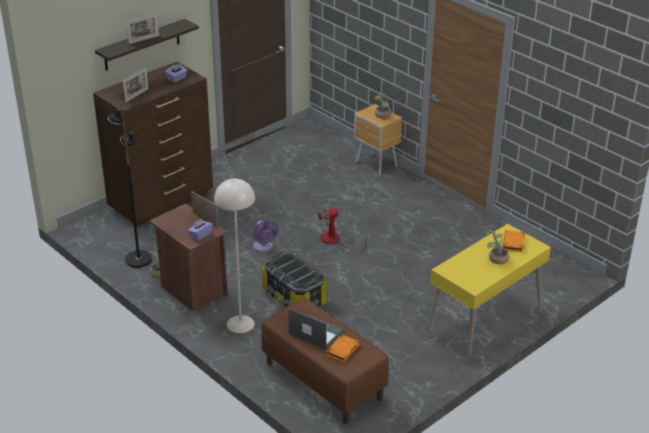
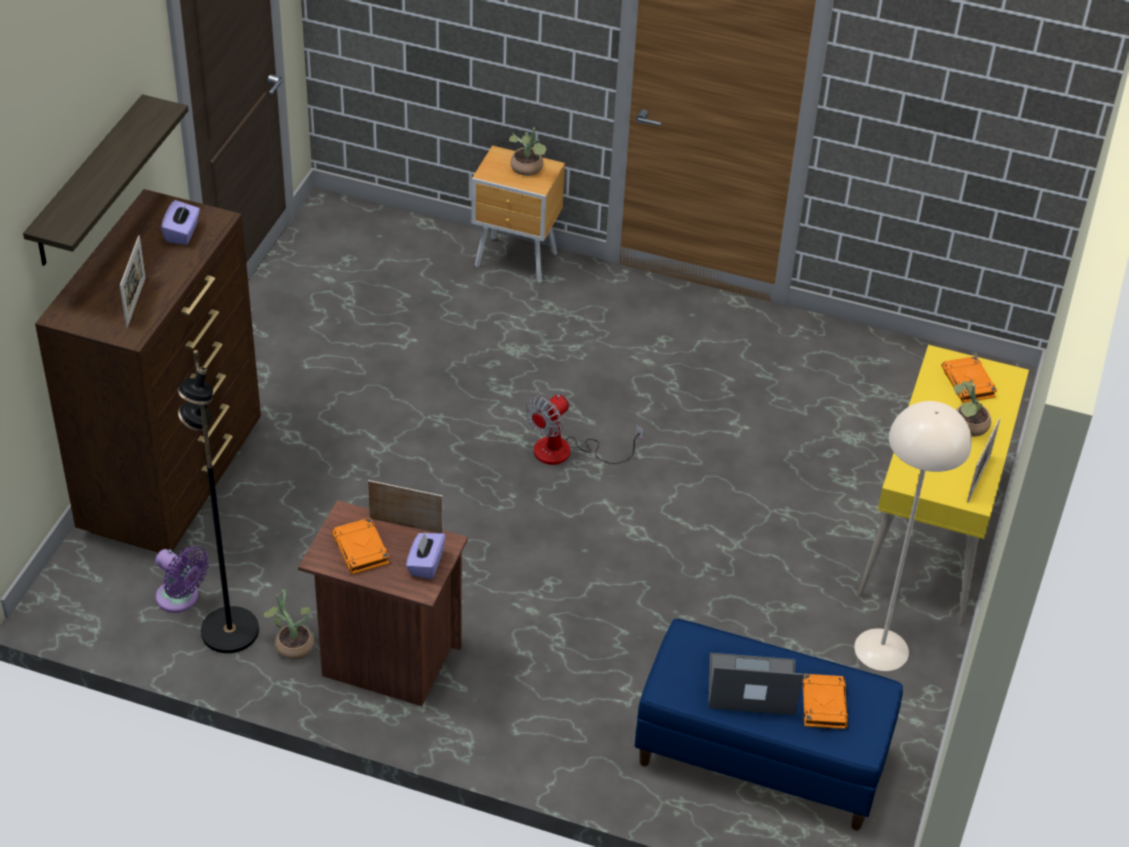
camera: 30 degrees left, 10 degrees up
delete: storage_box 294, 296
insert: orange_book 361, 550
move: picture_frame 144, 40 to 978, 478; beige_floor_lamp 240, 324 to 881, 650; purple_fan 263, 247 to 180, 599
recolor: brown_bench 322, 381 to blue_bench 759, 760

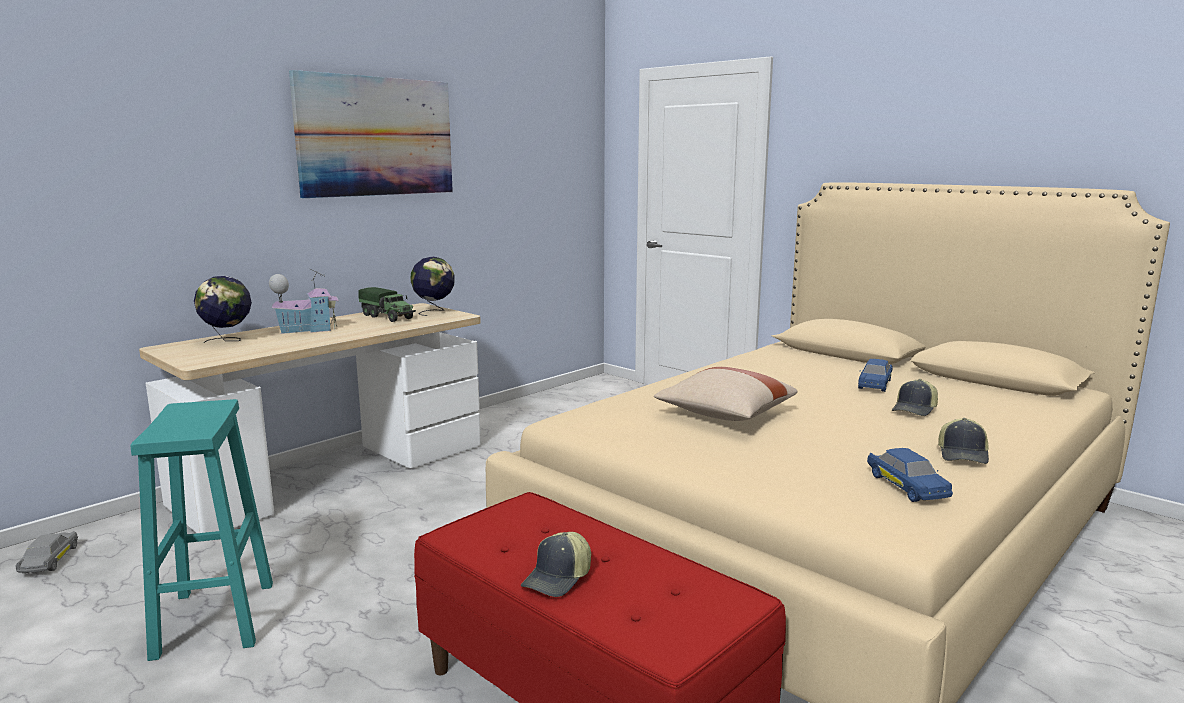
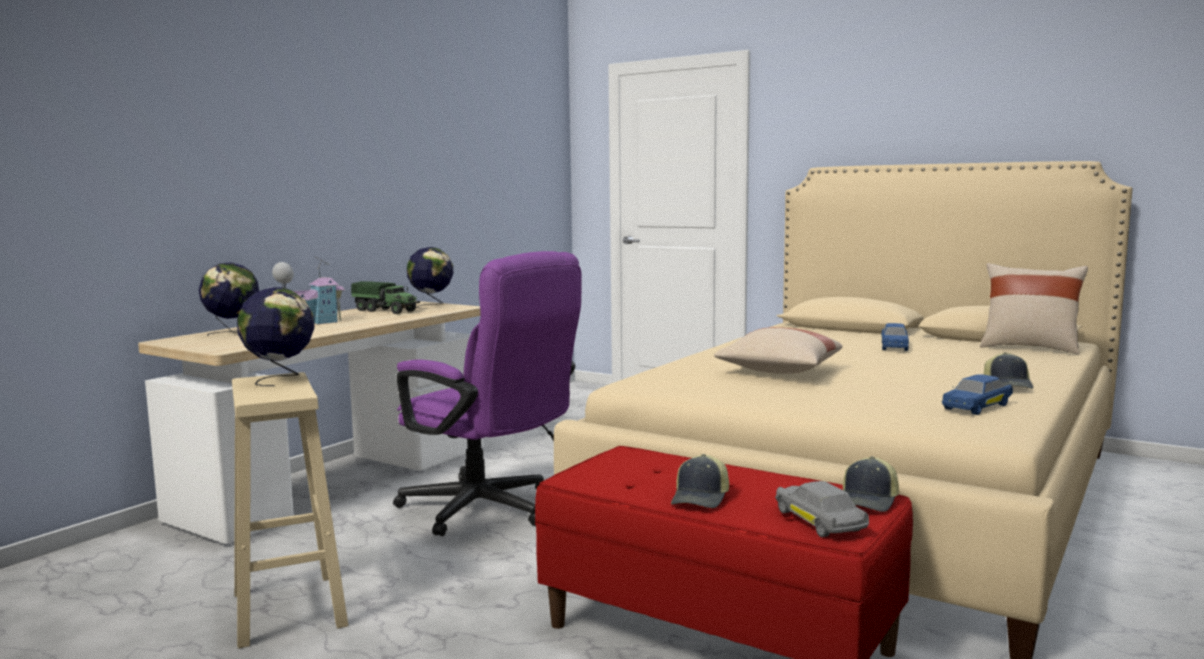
camera: 10 degrees left, 5 degrees down
delete: picture 376, 136
insert: globe 280, 379; purple_office_chair 489, 511; beige_pillow 1029, 348
move: grey_toy_car 50, 560 to 819, 522; cap 915, 410 to 869, 502
recolor: turquoise_stool 215, 618 to beige_stool 288, 608
rotate: blue_toy_car 907, 486 = 976, 407 75 degrees clockwise

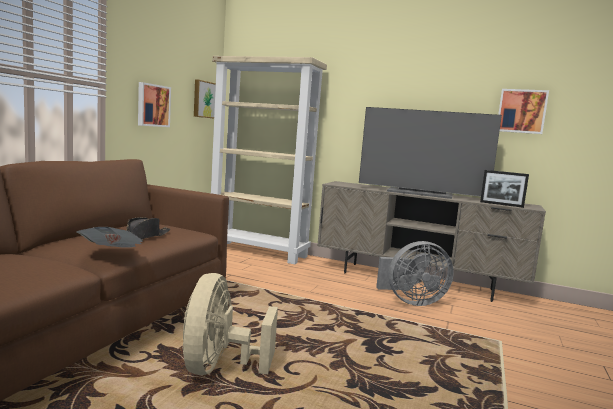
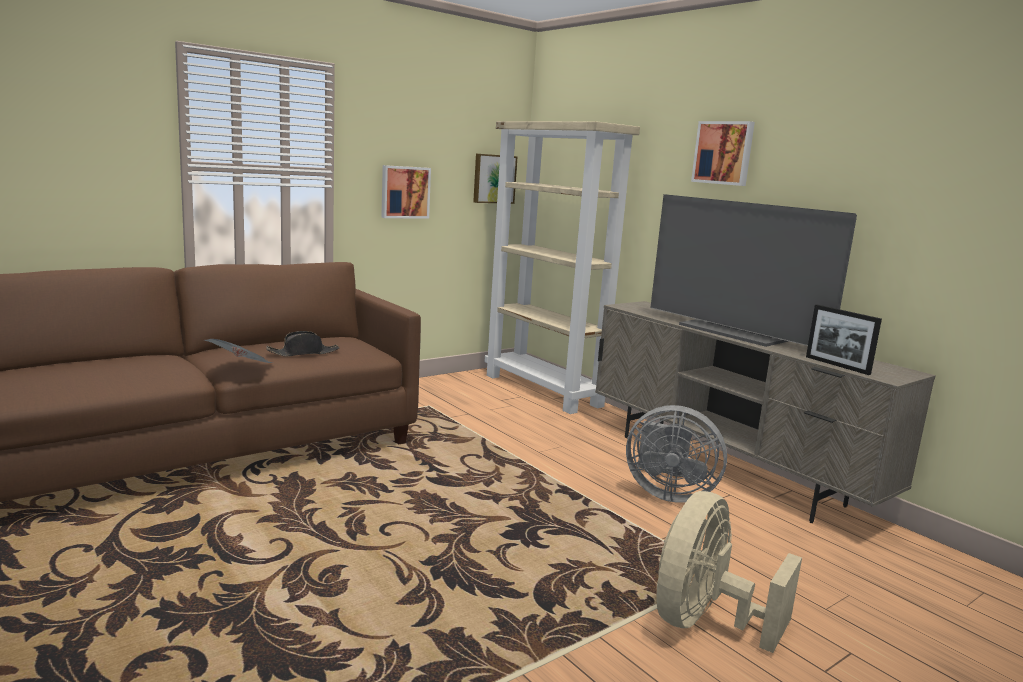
camera: 30 degrees right, 5 degrees up
move: beige_fan 219, 368 to 705, 622; picture 521, 111 to 724, 153

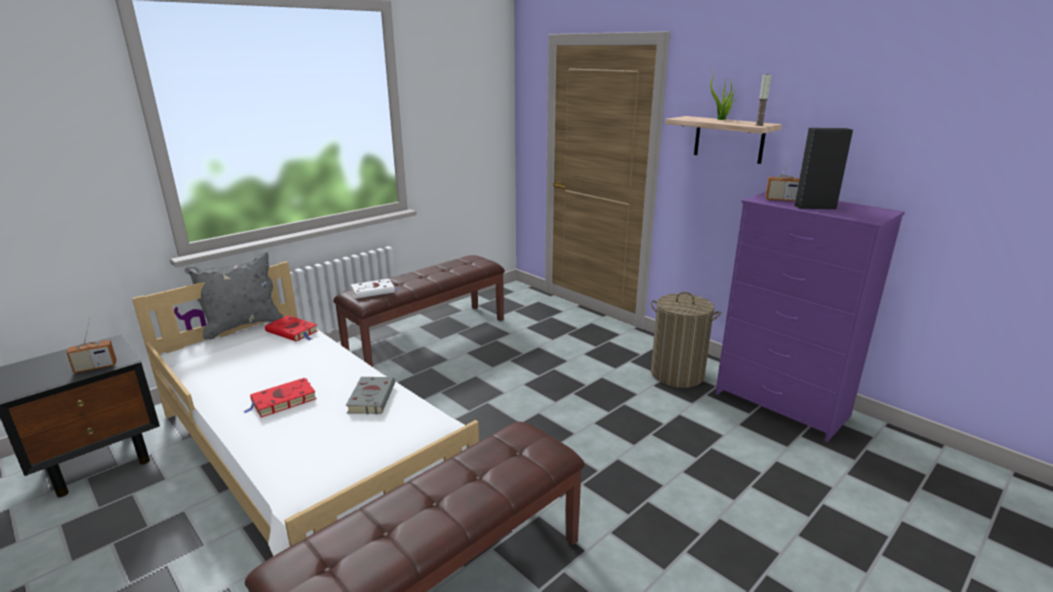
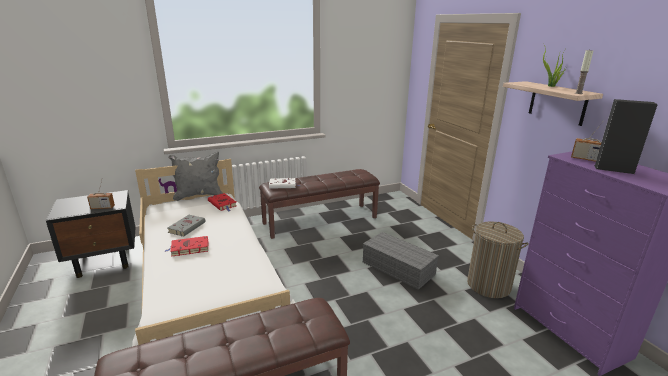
camera: 20 degrees right, 0 degrees up
insert: grey_storage_box 399, 268
move: grey_book 372, 397 to 187, 227

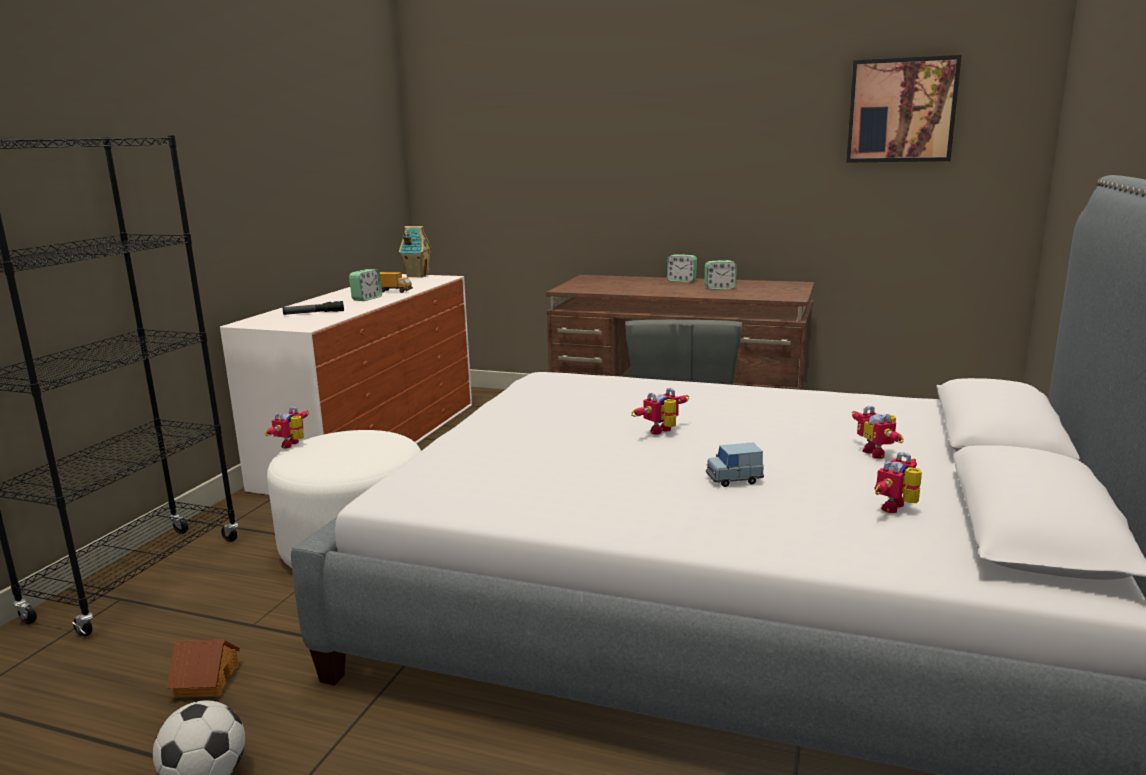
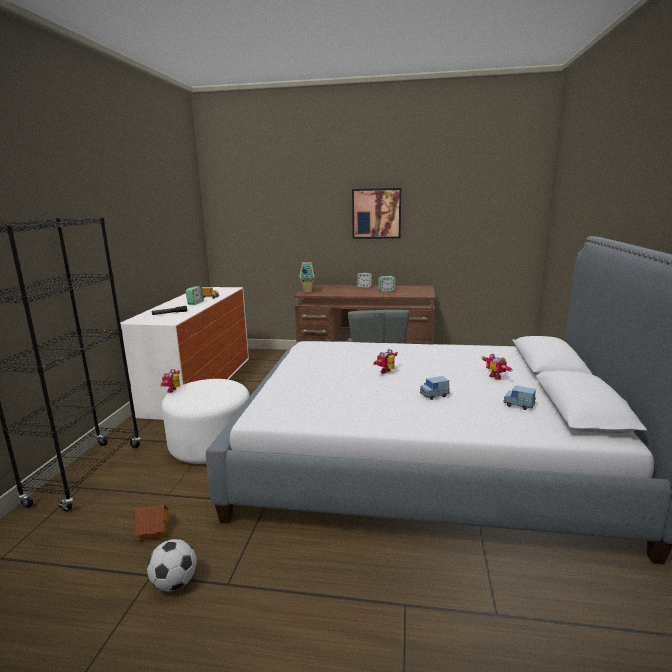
camera: 10 degrees left, 0 degrees up
move: toy_house 417, 276 to 307, 291; picture 901, 110 to 376, 213
replace: toy_robot 898, 509 to blue_toy_car 519, 405

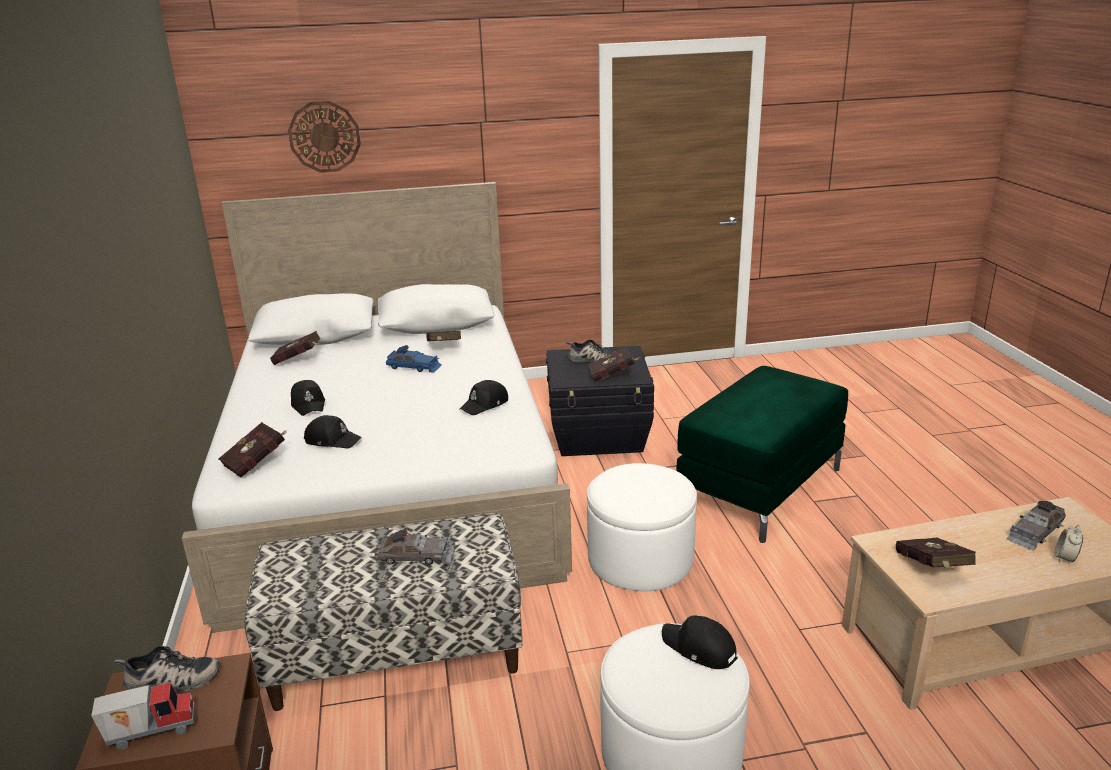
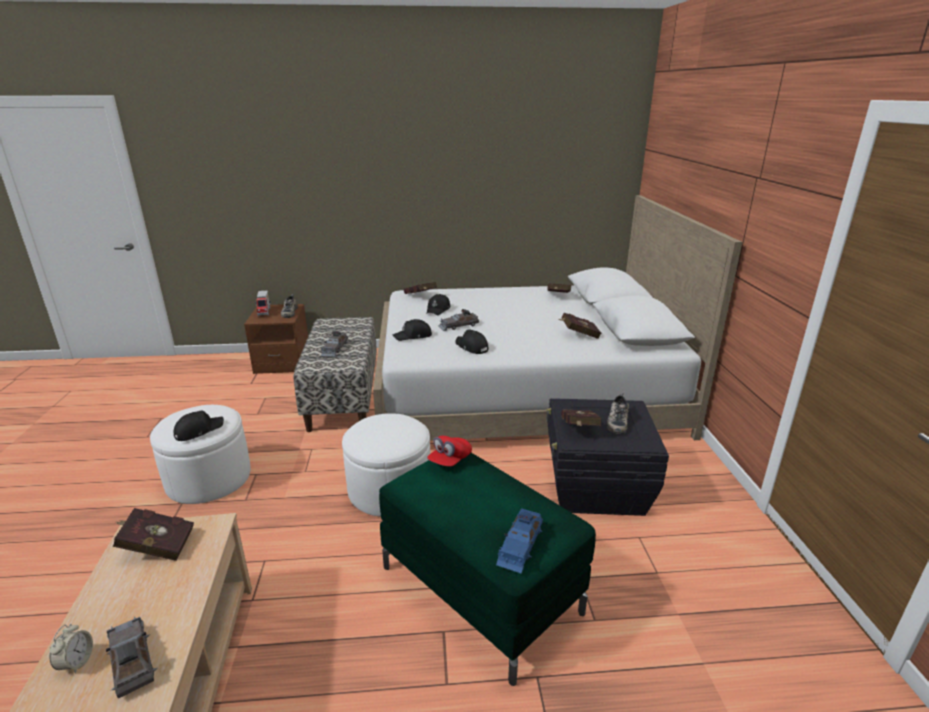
camera: 95 degrees right, 0 degrees up
delete: wall_clock 324, 136
insert: red_cap 449, 460; grey_toy_car 458, 325
move: black_cap 309, 404 to 413, 336; blue_toy_car 414, 367 to 520, 545
rotate: alarm_clock 1065, 558 = 77, 662 60 degrees clockwise

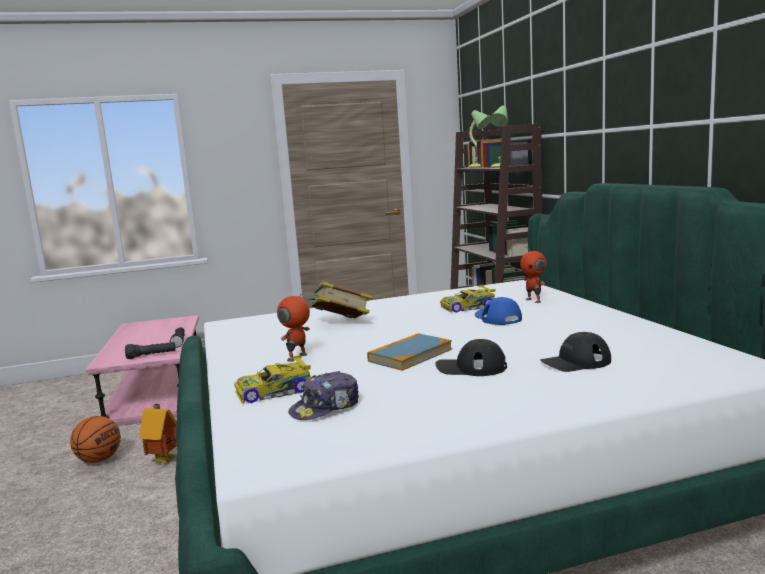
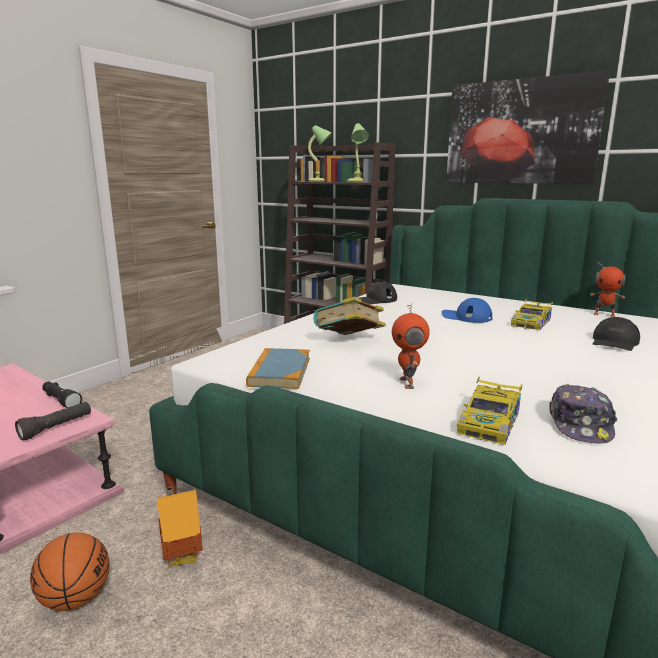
camera: 40 degrees left, 5 degrees up
insert: picture 520, 132
move: book 410, 355 to 280, 372; black_cap 471, 367 to 376, 300; toy_car 469, 307 to 531, 322; toy_robot 534, 300 to 604, 315

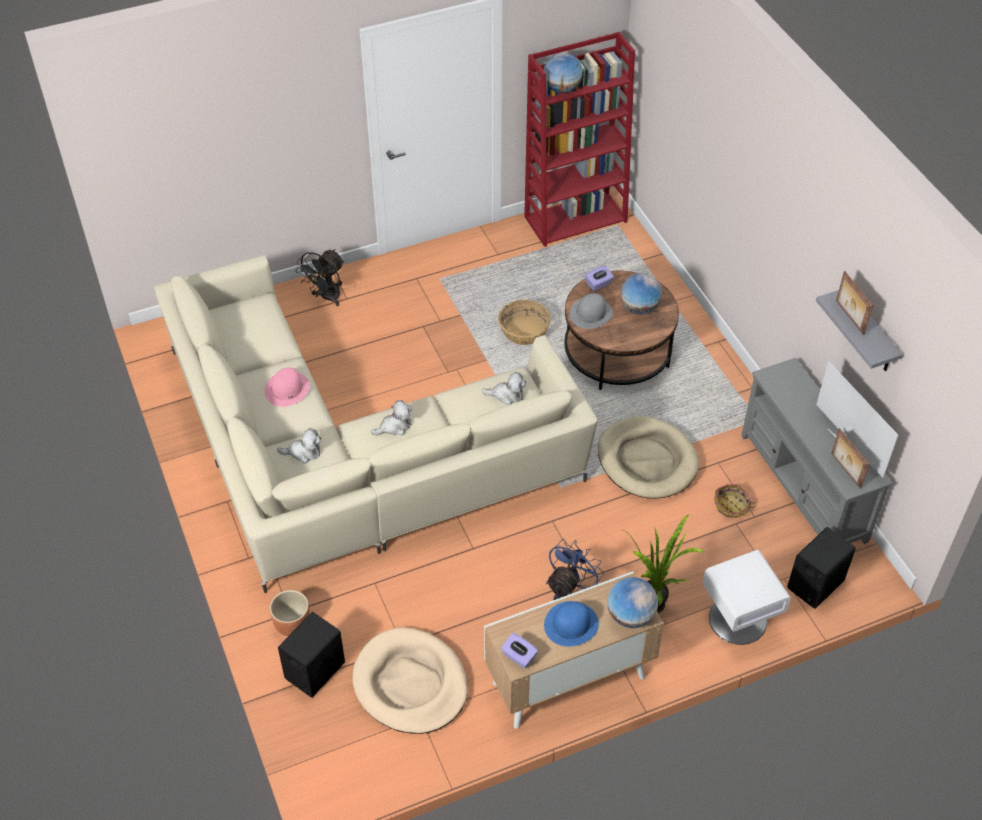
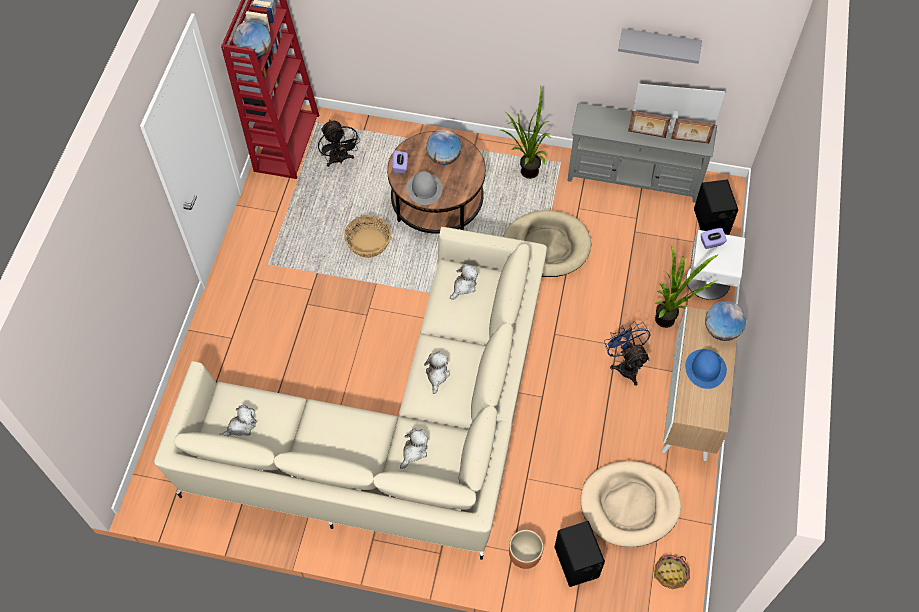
camera: 55 degrees left, 10 degrees up
delete: pink_hat 287, 389
insert: plush_toy 241, 426; potted_plant 525, 172
move: black_fan 326, 298 to 339, 160; purple_tissue_box 519, 657 to 711, 243; basket 731, 506 to 671, 574; picture_frame 849, 317 to 646, 134

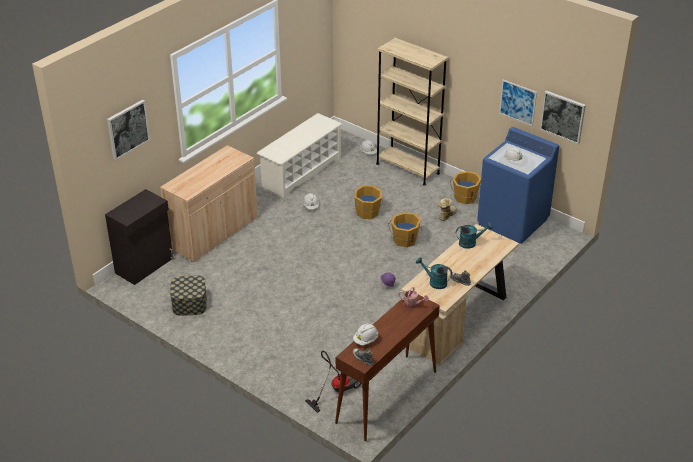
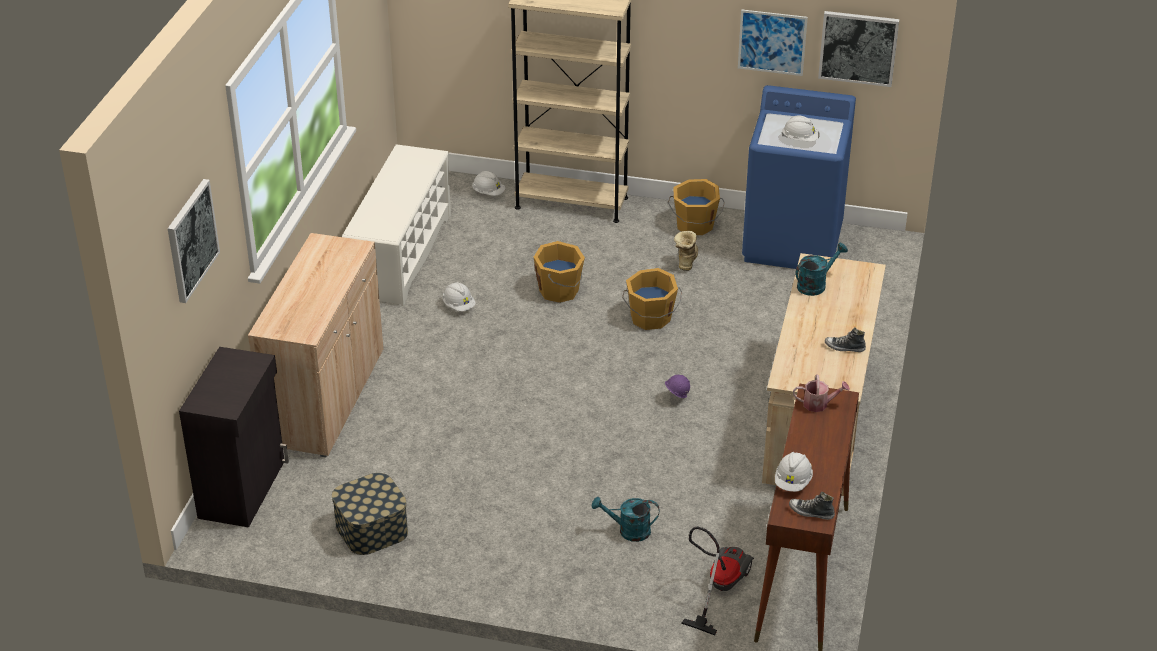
camera: 25 degrees left, 0 degrees up
move: turquoise_watering_can 434, 282 to 628, 531

